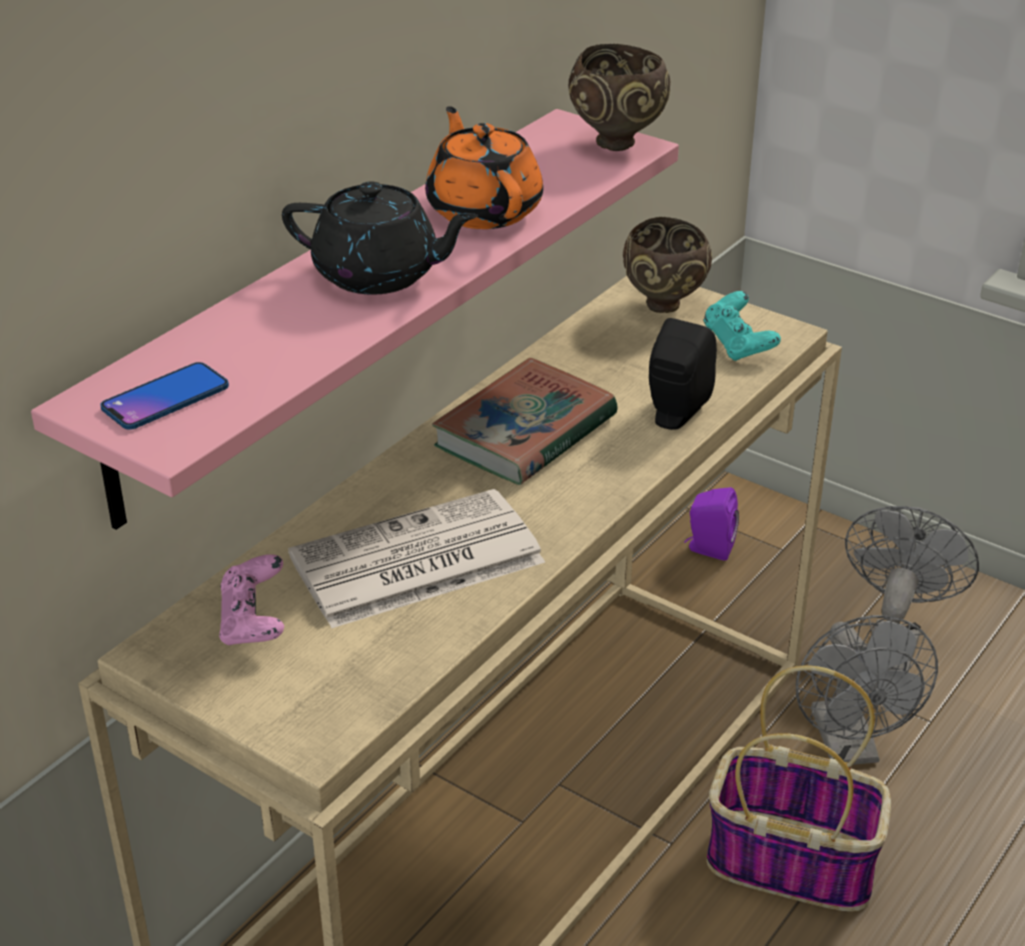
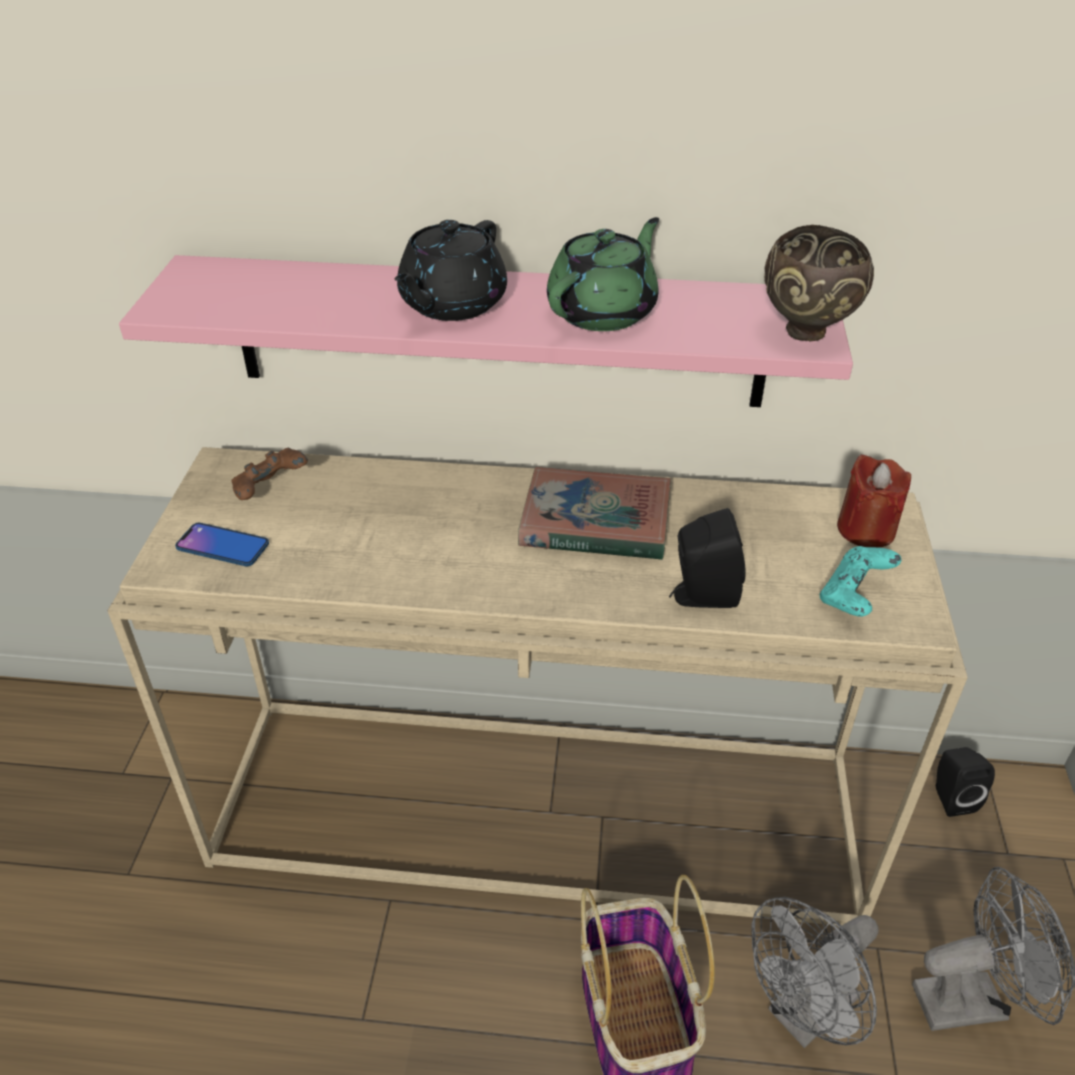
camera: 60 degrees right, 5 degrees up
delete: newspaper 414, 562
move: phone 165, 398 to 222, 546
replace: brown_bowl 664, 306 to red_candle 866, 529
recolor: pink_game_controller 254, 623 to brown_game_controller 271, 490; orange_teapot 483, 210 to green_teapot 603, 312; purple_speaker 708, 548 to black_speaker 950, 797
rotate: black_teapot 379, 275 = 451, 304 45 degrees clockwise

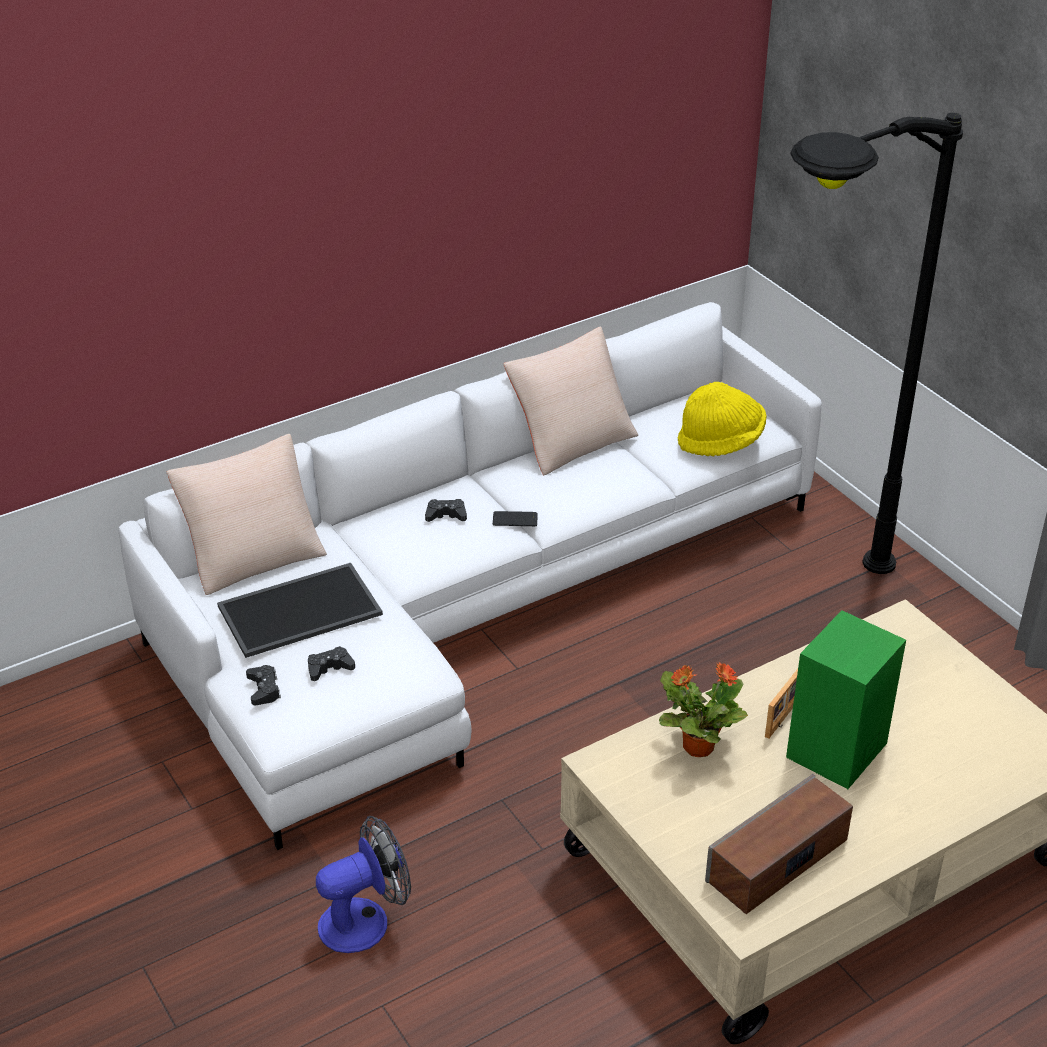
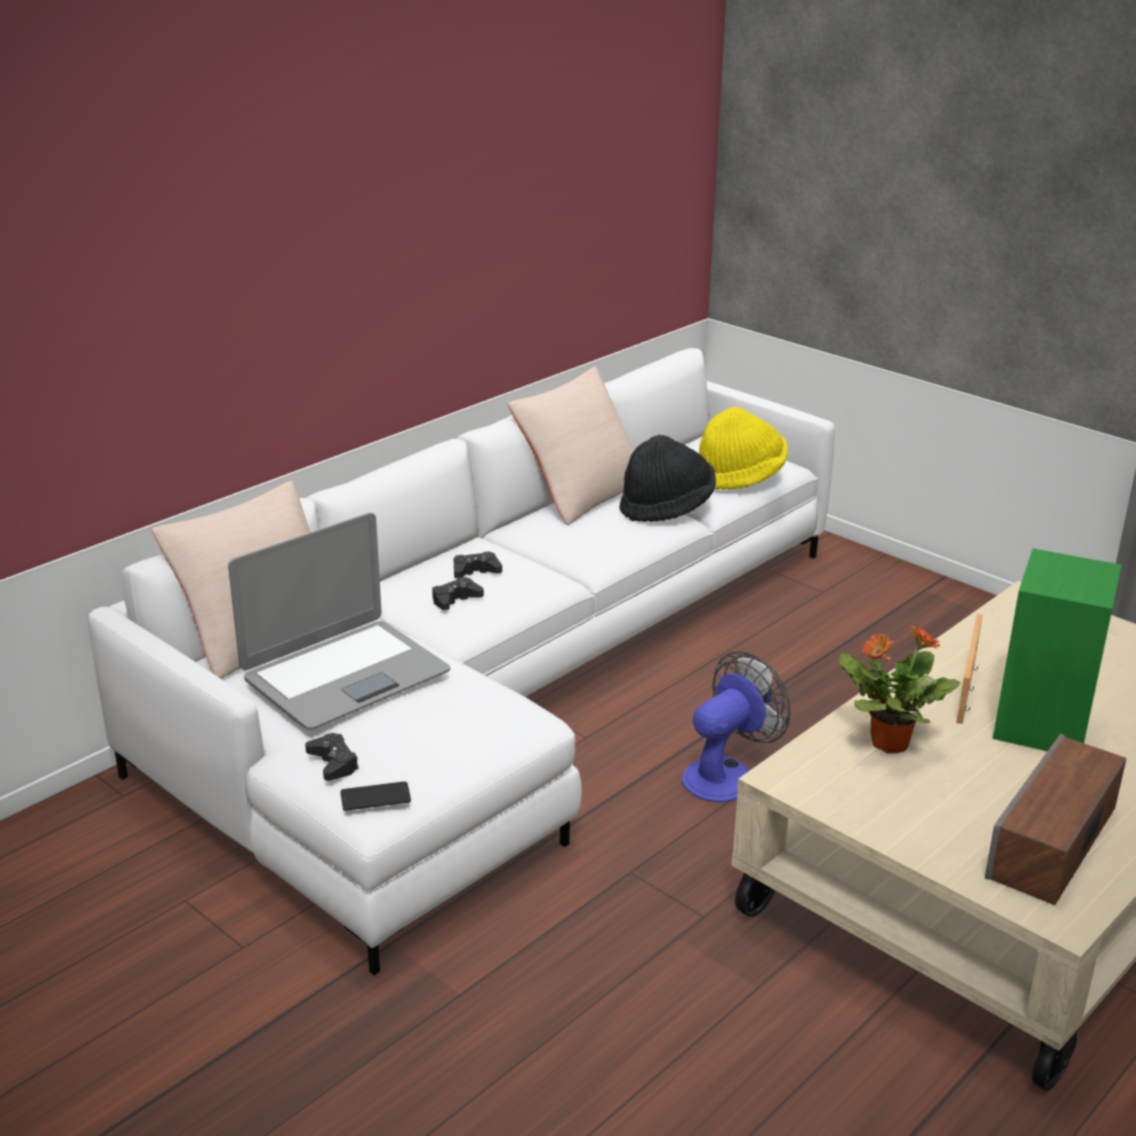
camera: 15 degrees left, 10 degrees down
delete: black_floor_lamp 806, 607
insert: black_hat 666, 507
move: black_game_controller 329, 668 to 455, 600; fan 365, 920 to 727, 774; phone 515, 519 to 375, 797
replace: tray 300, 608 to laptop 345, 675

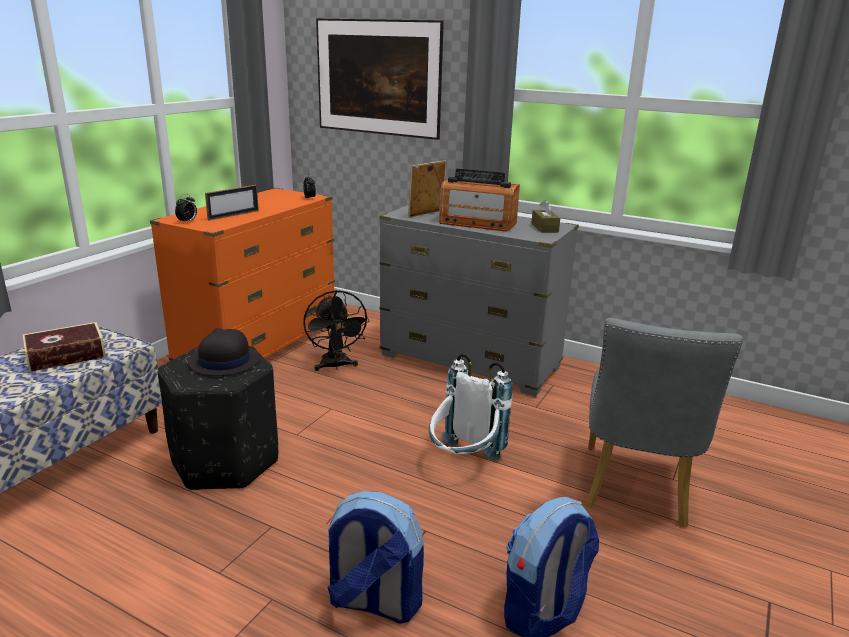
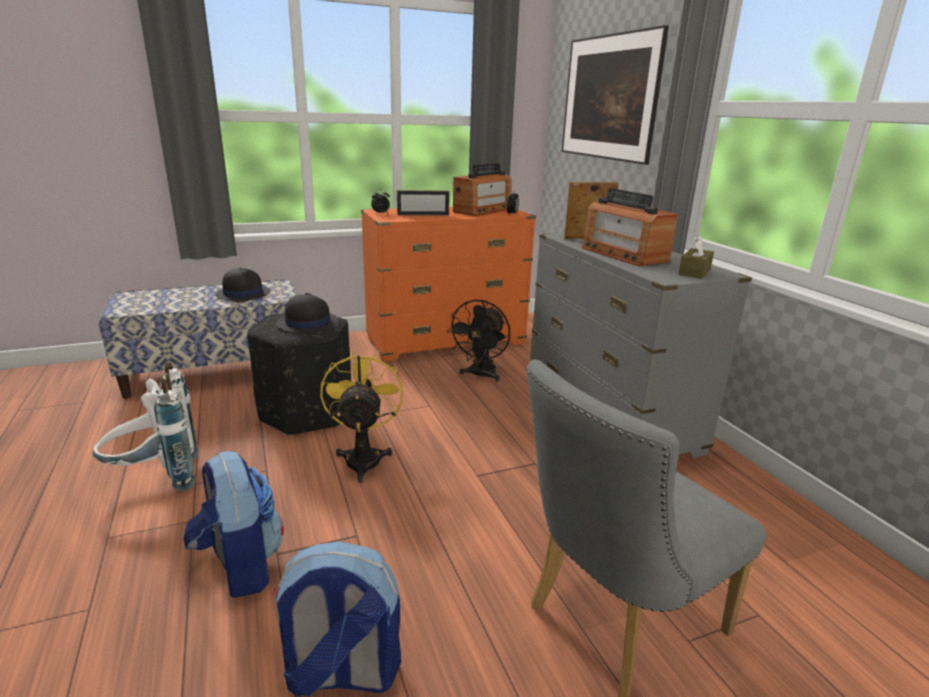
camera: 40 degrees right, 0 degrees up
insert: yellow_fan 364, 457; radio 482, 210
move: white_backpack 464, 462 to 156, 478
replace: book 66, 355 to black_hat 243, 293

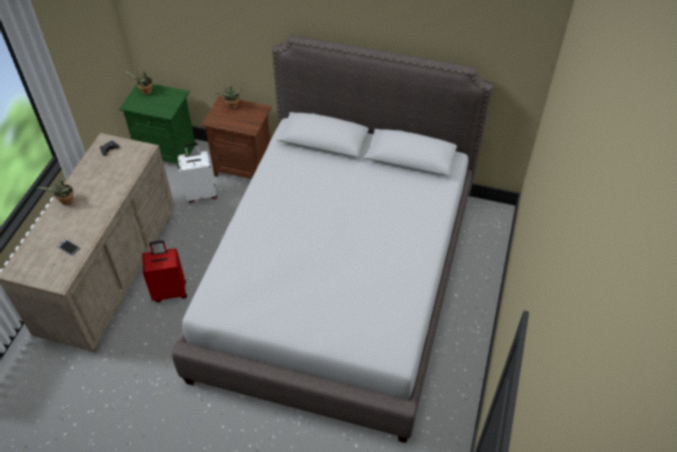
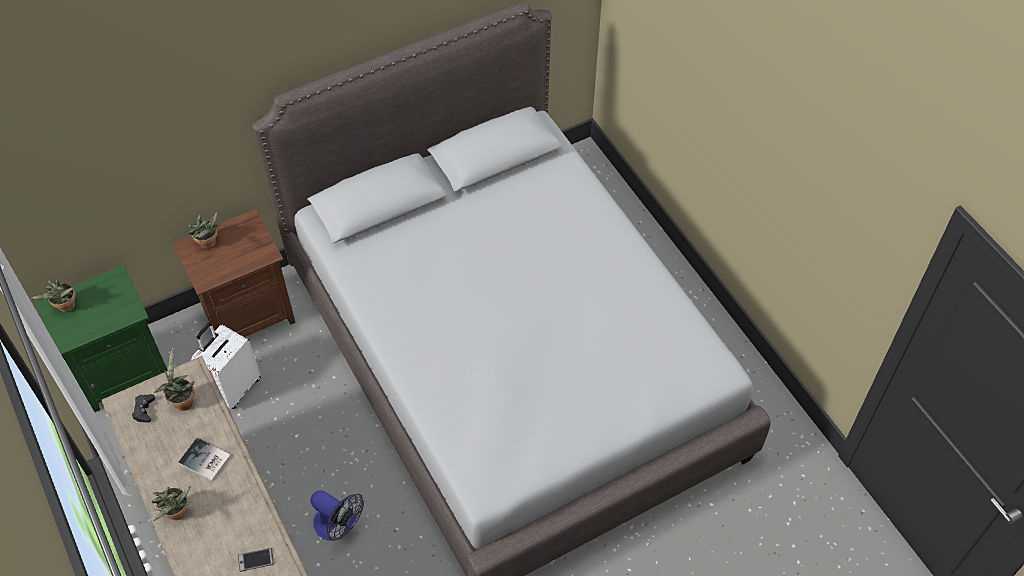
camera: 45 degrees left, 5 degrees up
insert: potted_plant 182, 401; book 205, 461
replace: red_suitcase 170, 291 to fan 338, 526

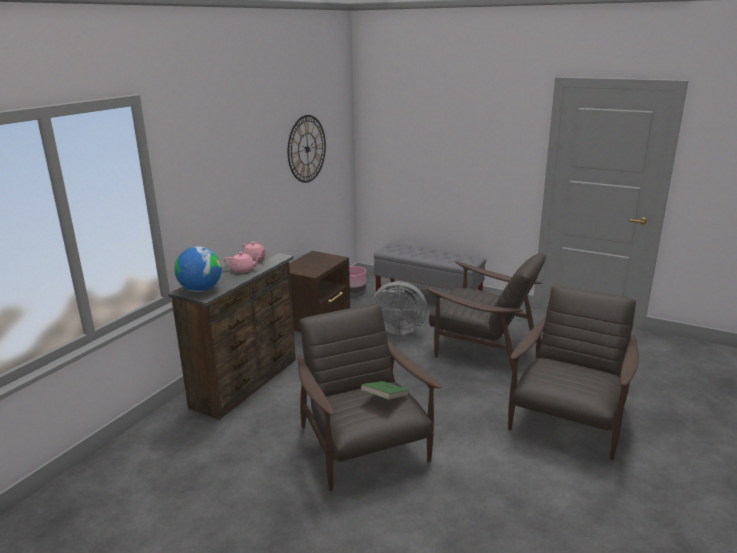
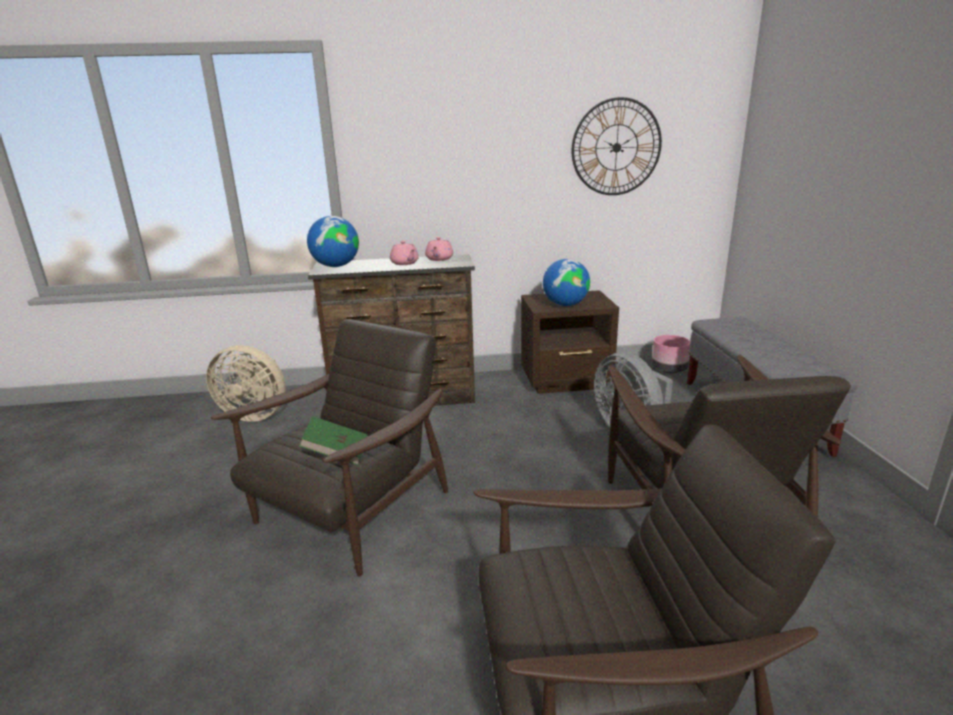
camera: 55 degrees right, 0 degrees up
insert: beige_fan 256, 414; globe 565, 305

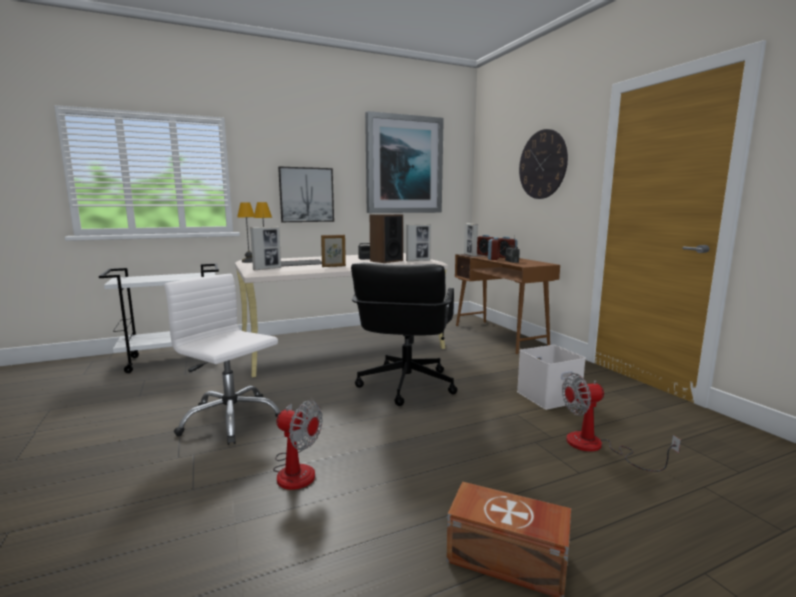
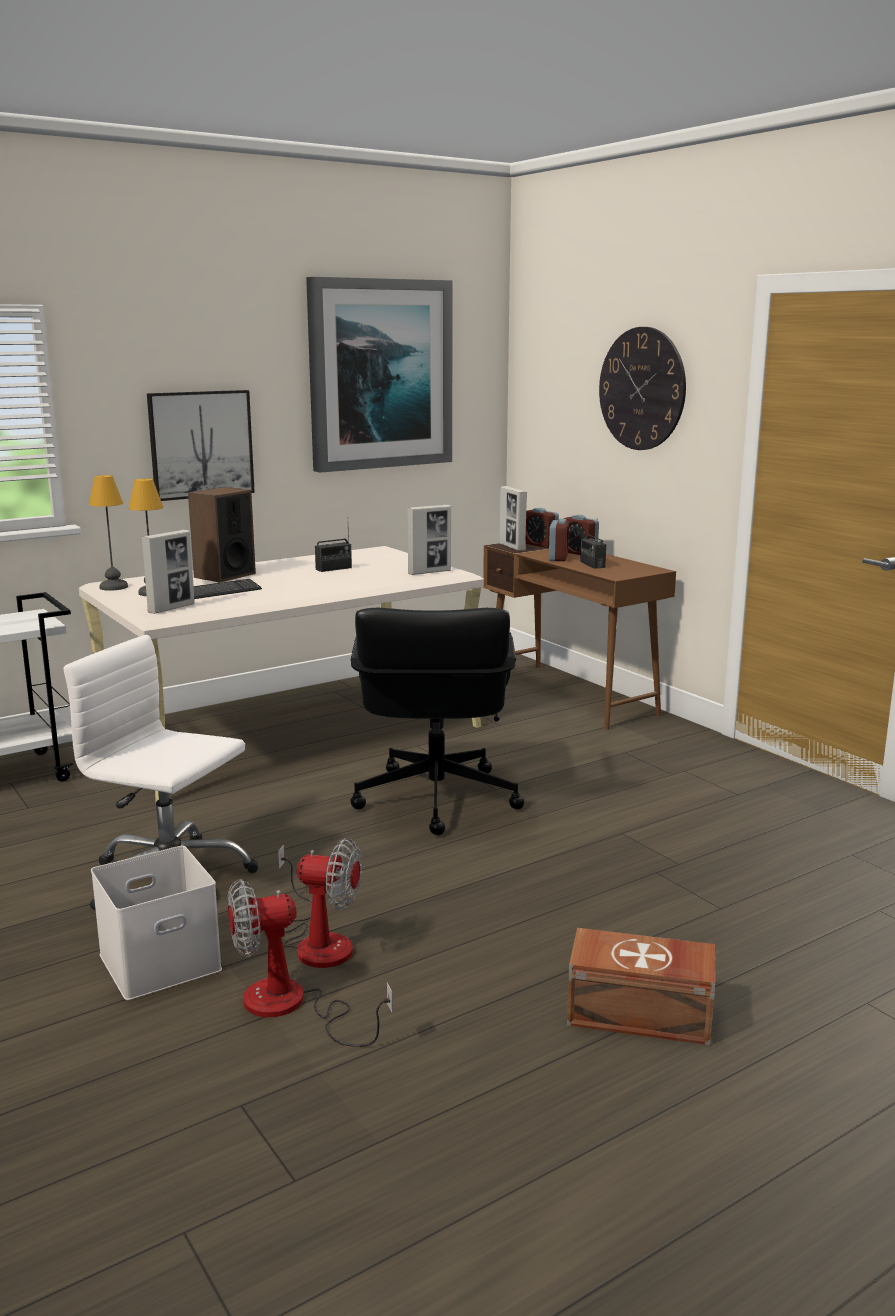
camera: 10 degrees left, 5 degrees up
delete: picture_frame 334, 266
move: speaker 386, 261 to 224, 575; white_storage_box 548, 397 to 158, 964; fan 597, 447 to 291, 1007

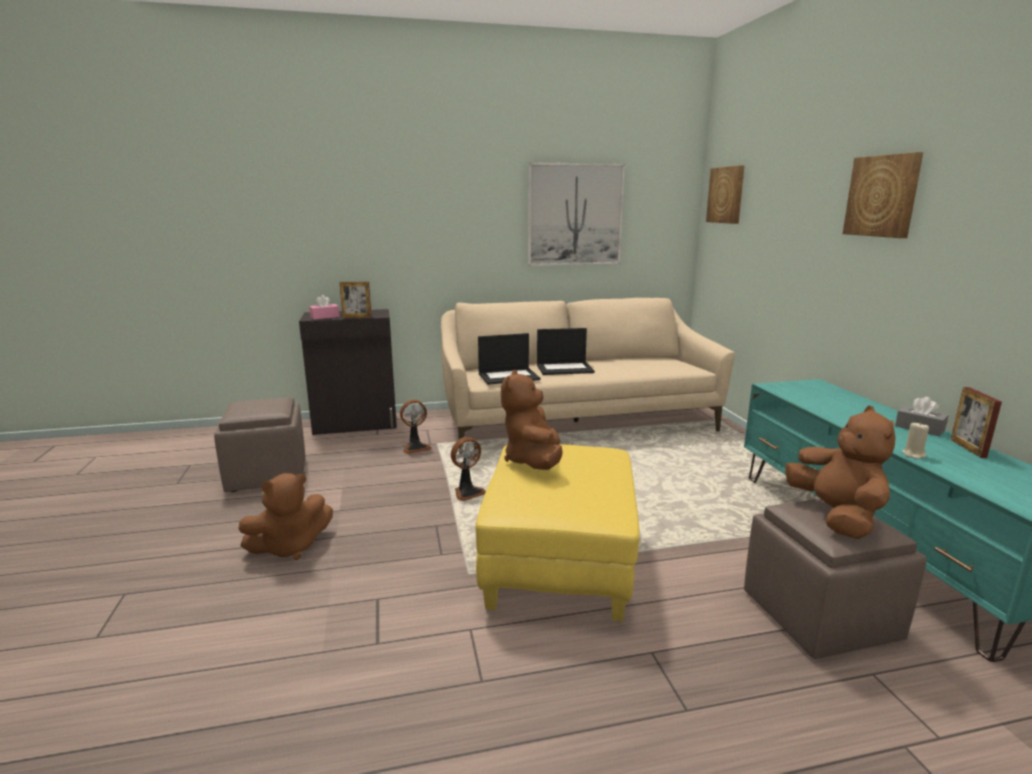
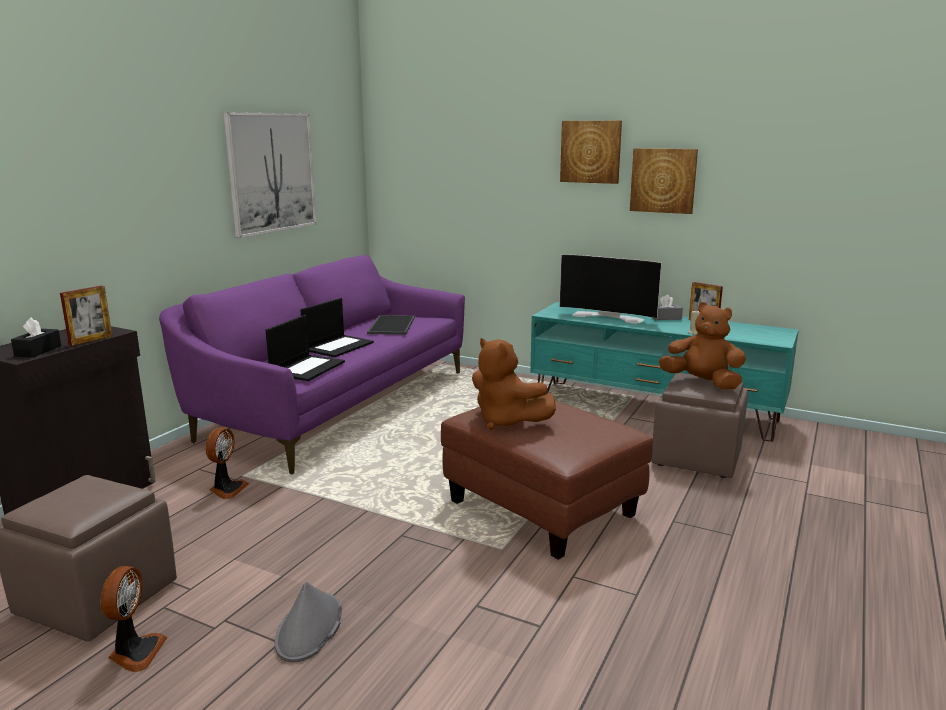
camera: 50 degrees left, 0 degrees up
insert: tray 390, 325; television 609, 316
move: fan 467, 493 to 135, 652; picture 726, 195 to 663, 180
replace: brown_plush_toy 290, 547 to grey_hat 309, 629
recolor: pink_tissue_box 325, 317 to black_tissue_box 38, 351; beige_sofa 576, 421 to purple_sofa 335, 404; yellow_ottoman 558, 565 to brown_ottoman 540, 509

